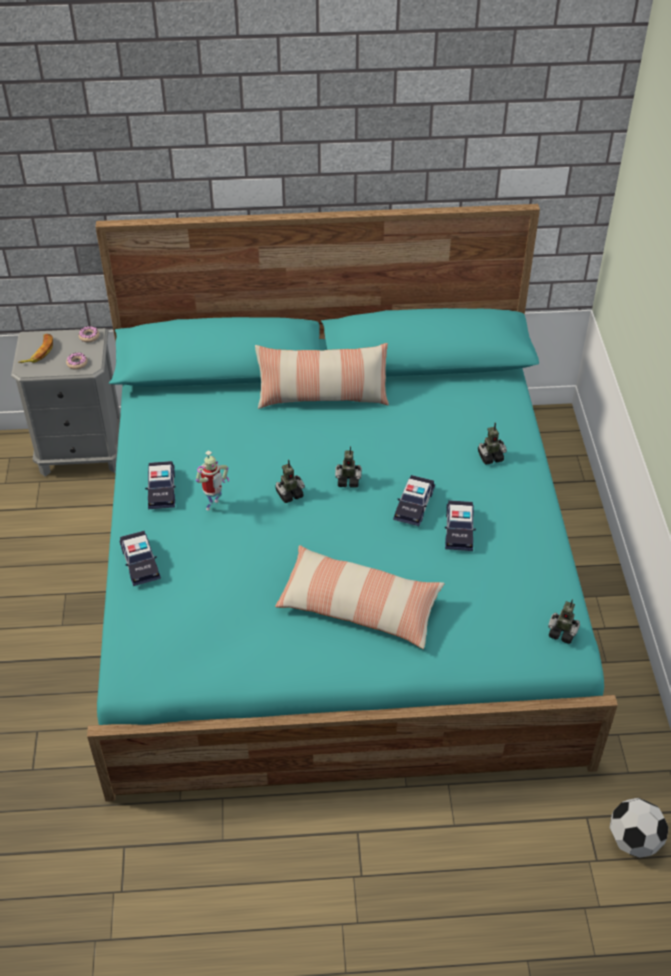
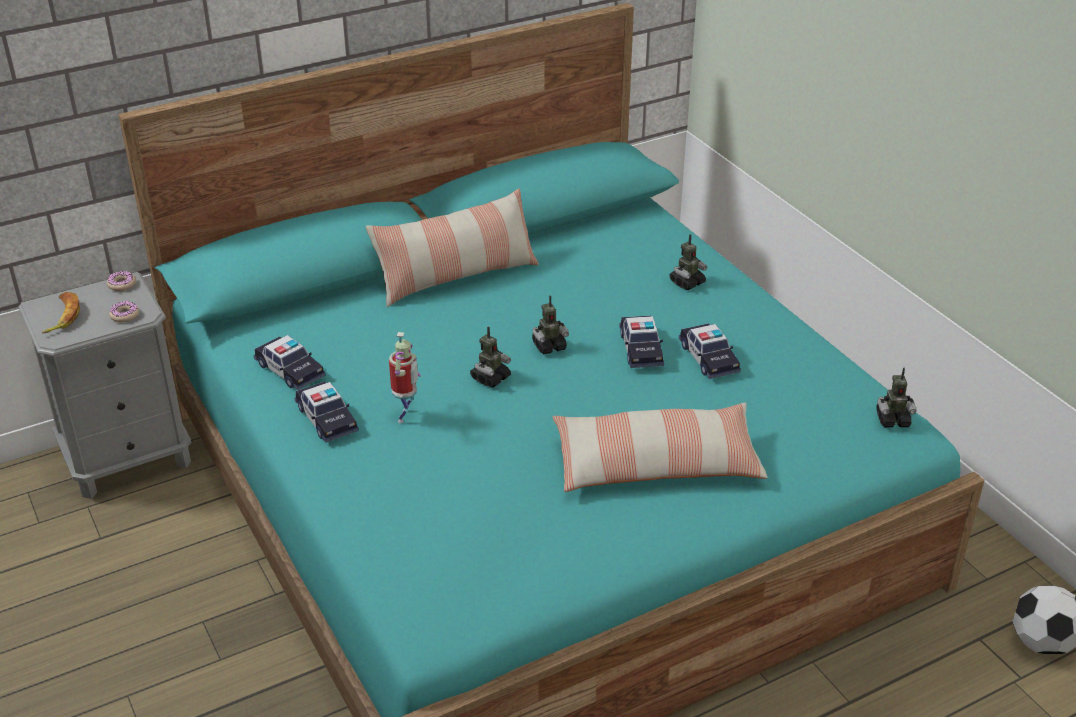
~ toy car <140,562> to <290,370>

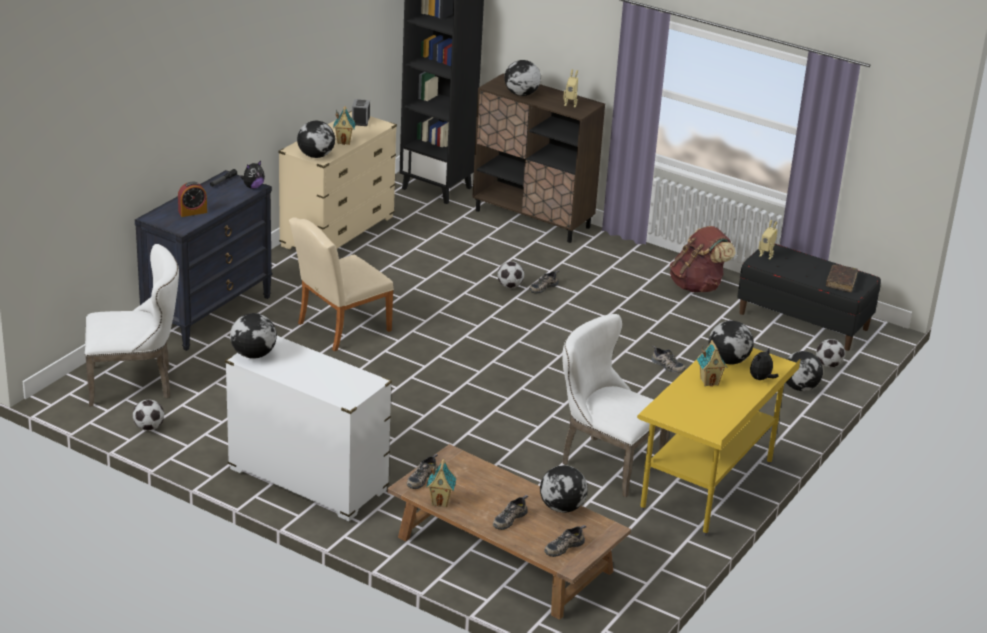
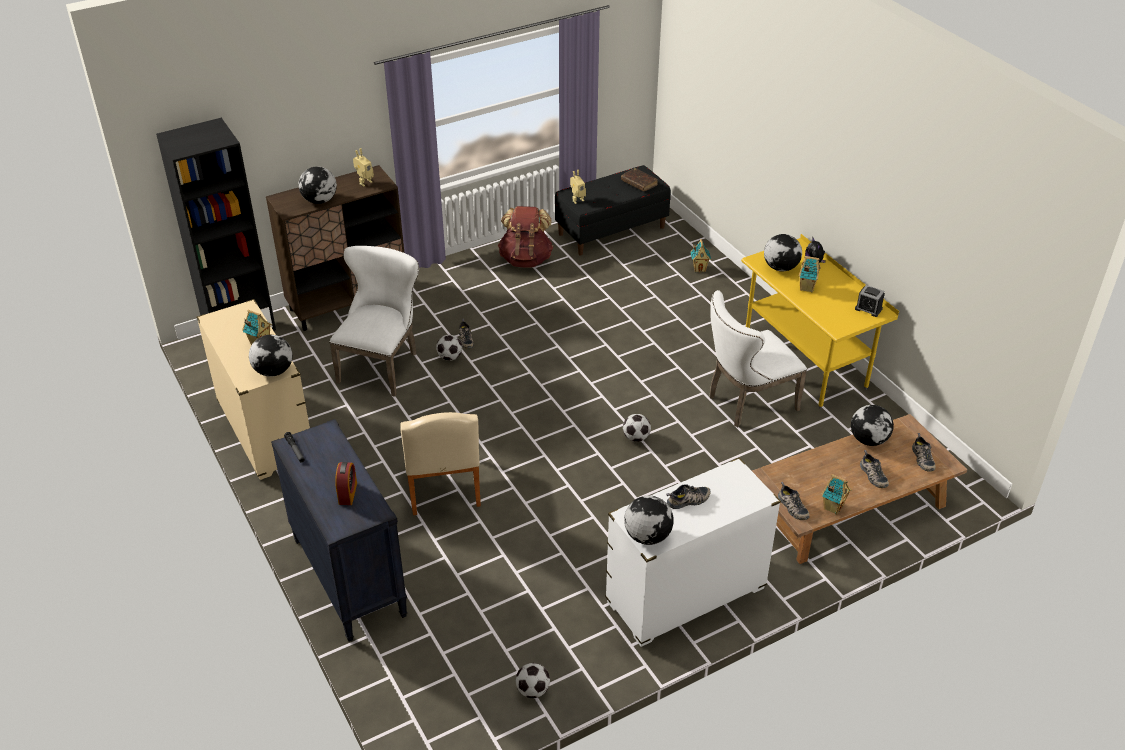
~ alarm clock <360,121> to <868,309>
- plush toy <253,187>
~ white-coloured plain chair <136,384> to <382,365>
~ football ball <828,365> to <636,438>
~ low shoe <666,365> to <688,501>
~ desk globe <800,387> to miniature house <699,268>

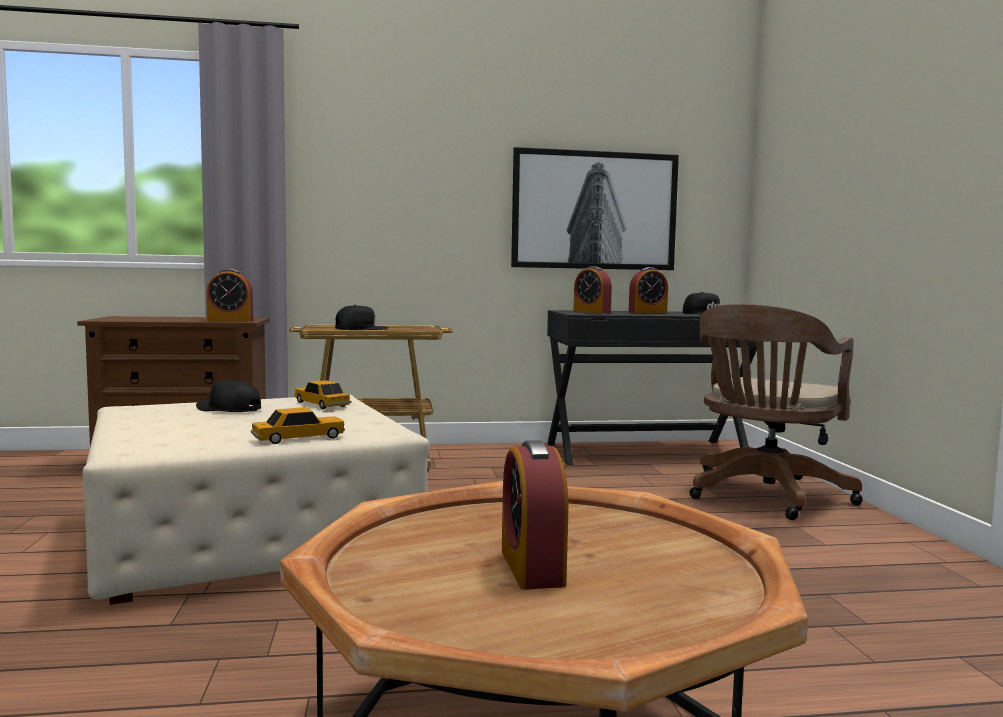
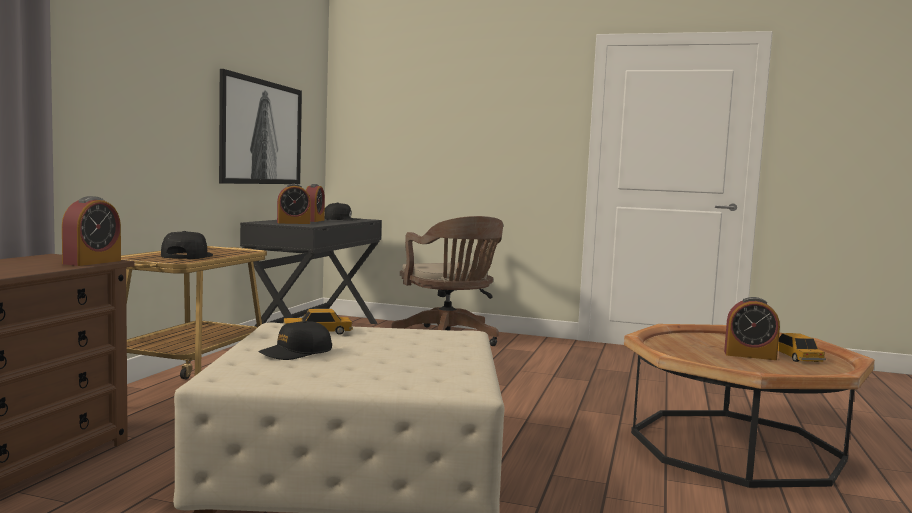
~ toy car <299,438> to <793,356>

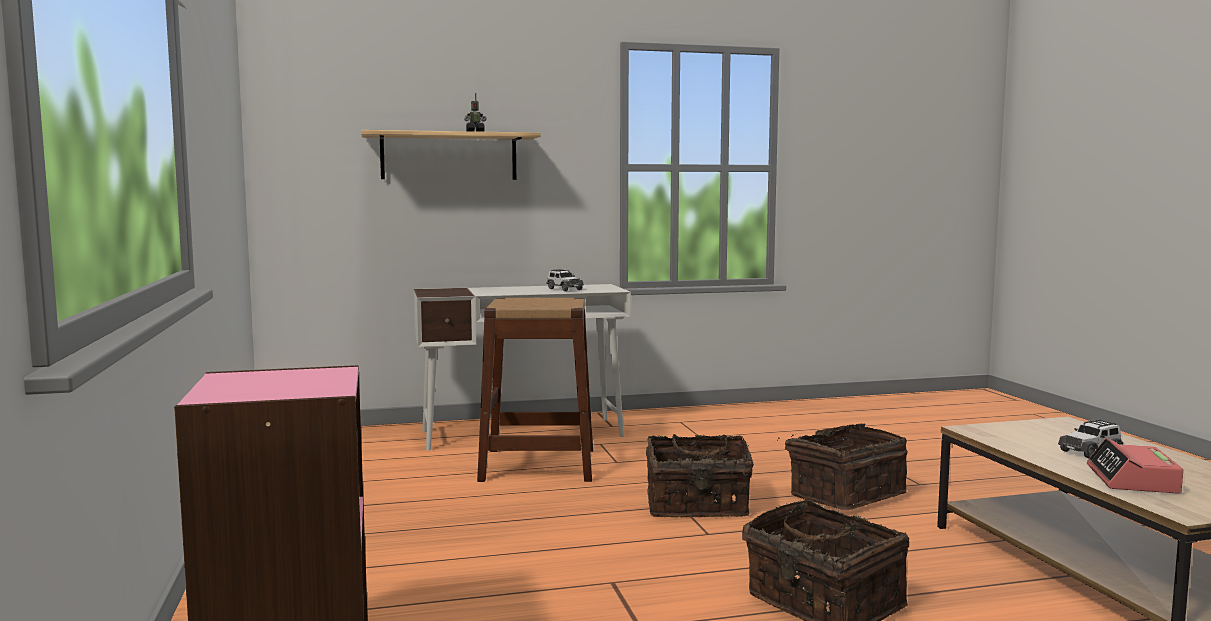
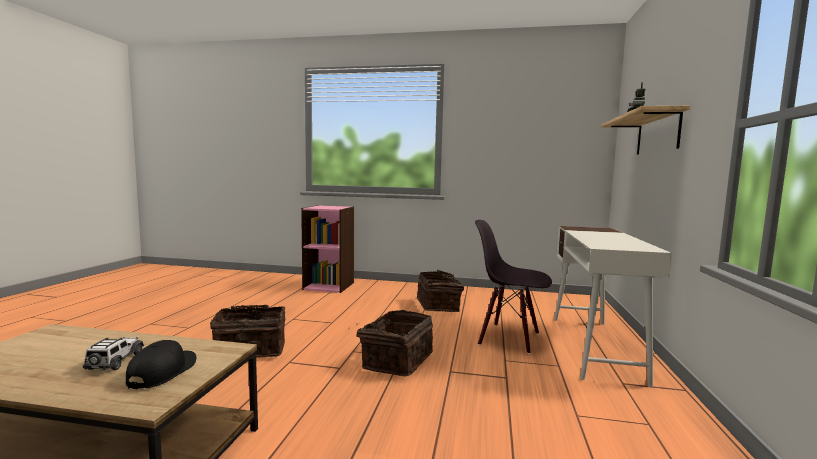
- toy car <564,289>
~ brown sitting stool <538,465> to black plain chair <509,338>
~ household basket <844,495> to <439,305>
- alarm clock <1132,480>
+ black baseball cap <163,372>

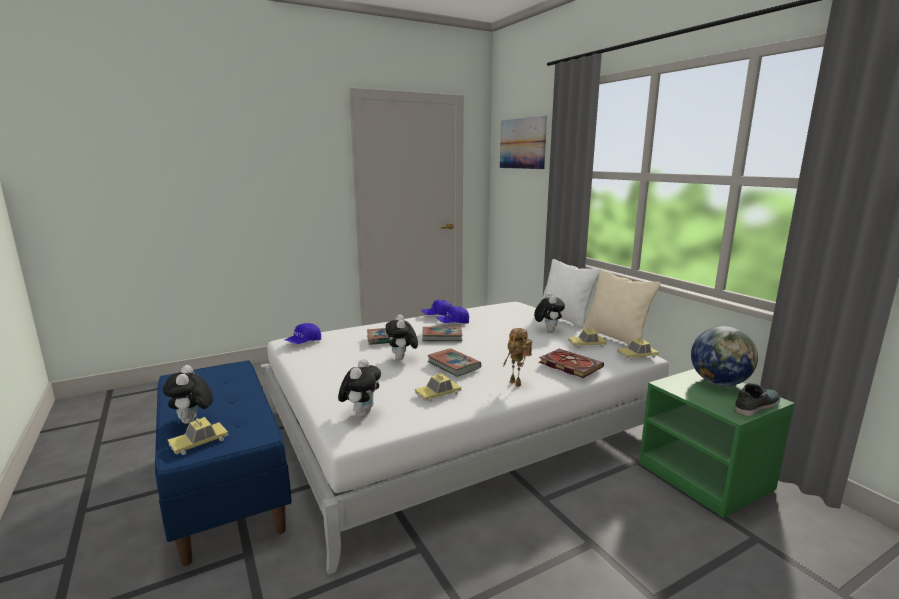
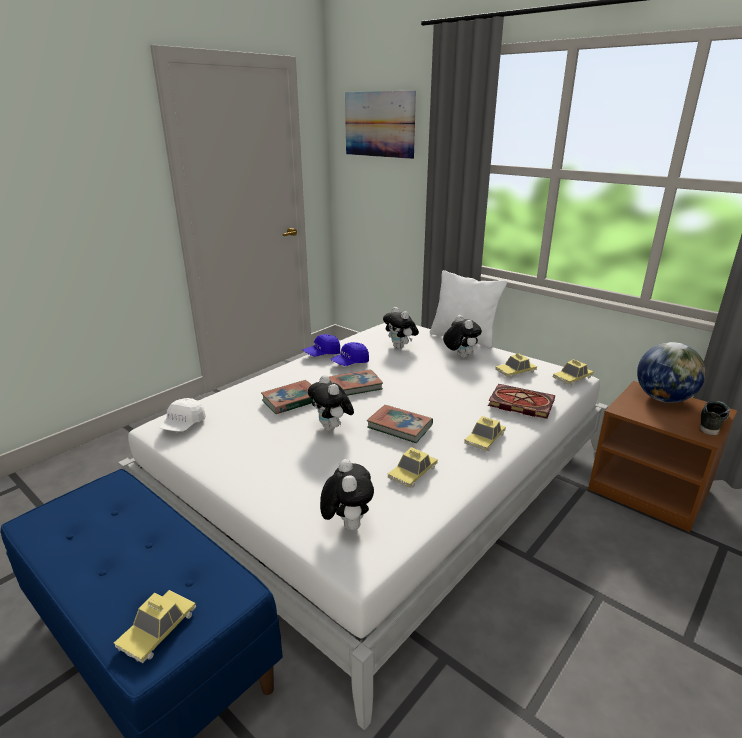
- beige throw pillow <615,337>
~ blue baseball cap <303,342> to white-coloured baseball cap <183,425>
~ robot figure <517,383> to toy car <484,439>
~ plush toy <192,421> to <400,347>
~ green bedside table <706,477> to brown bedside table <650,490>

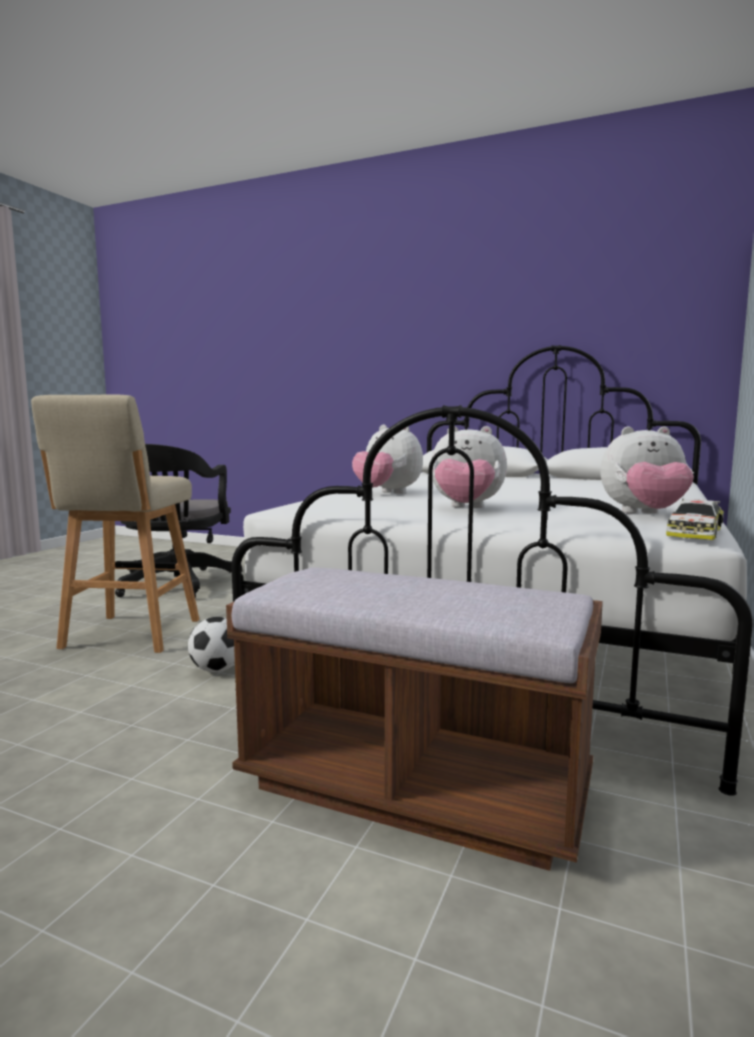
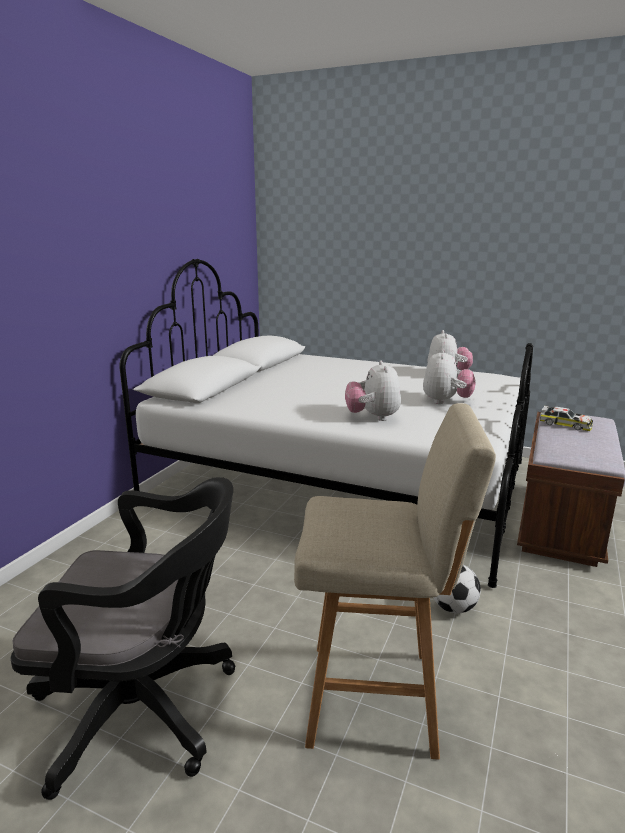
~ plush toy <387,493> = <373,417> 135 degrees clockwise
~ toy car <694,532> to <565,424>

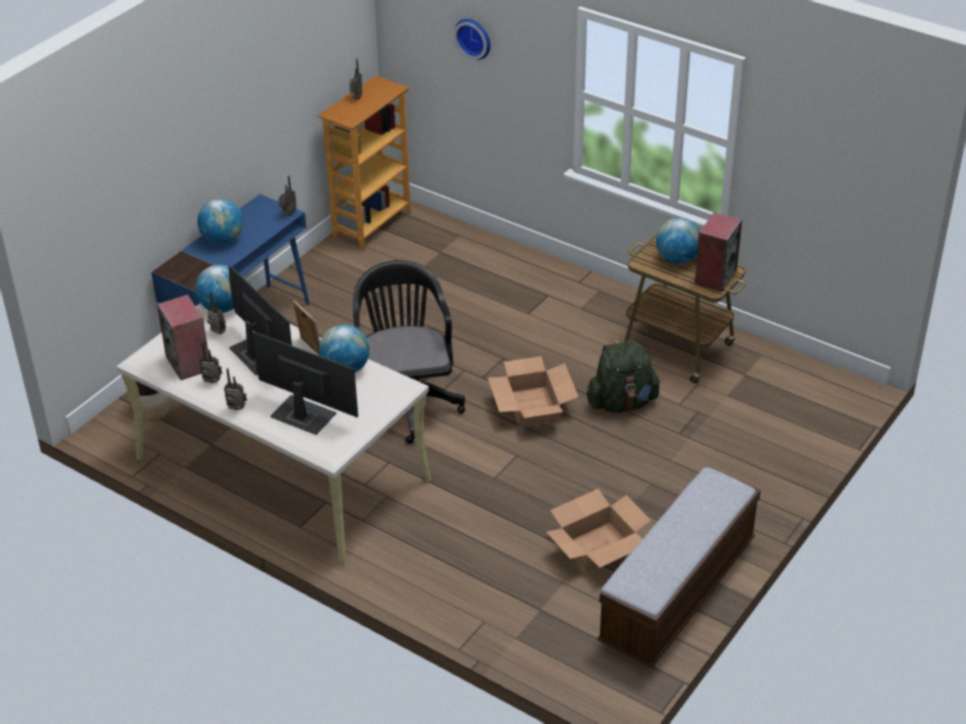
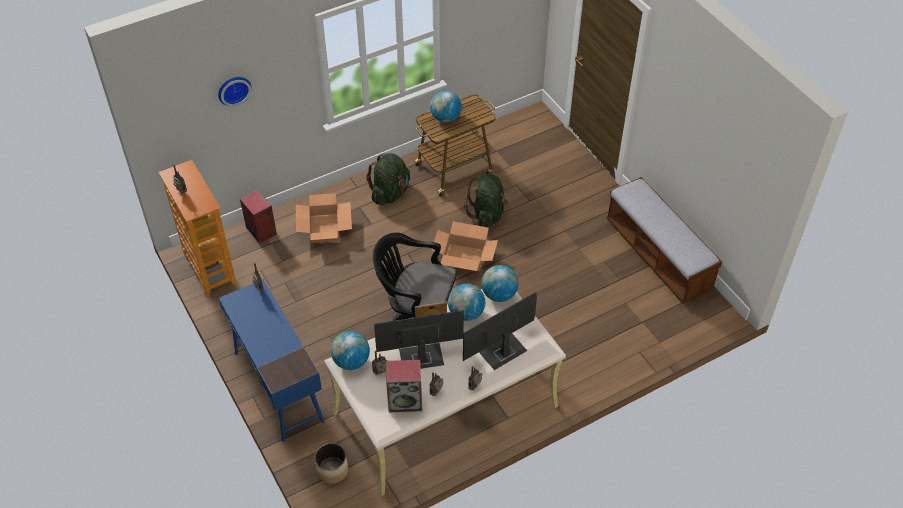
~ desk globe <222,240> to <499,294>
~ loudspeaker <715,276> to <260,230>
~ packing box <598,547> to <325,228>
+ green backpack <390,193>

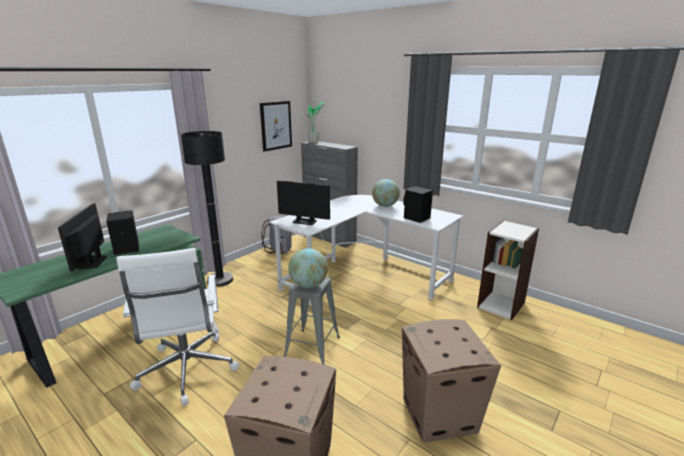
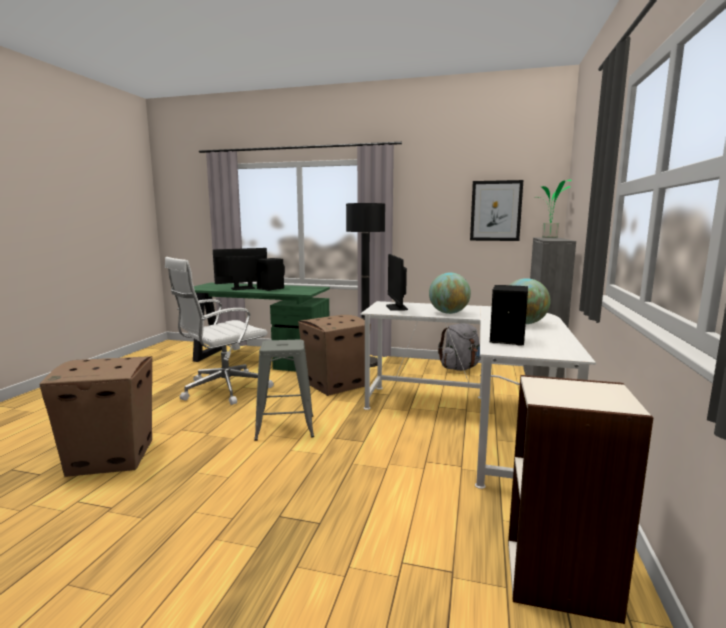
~ desk globe <309,285> to <449,313>
~ packing box <439,415> to <333,385>

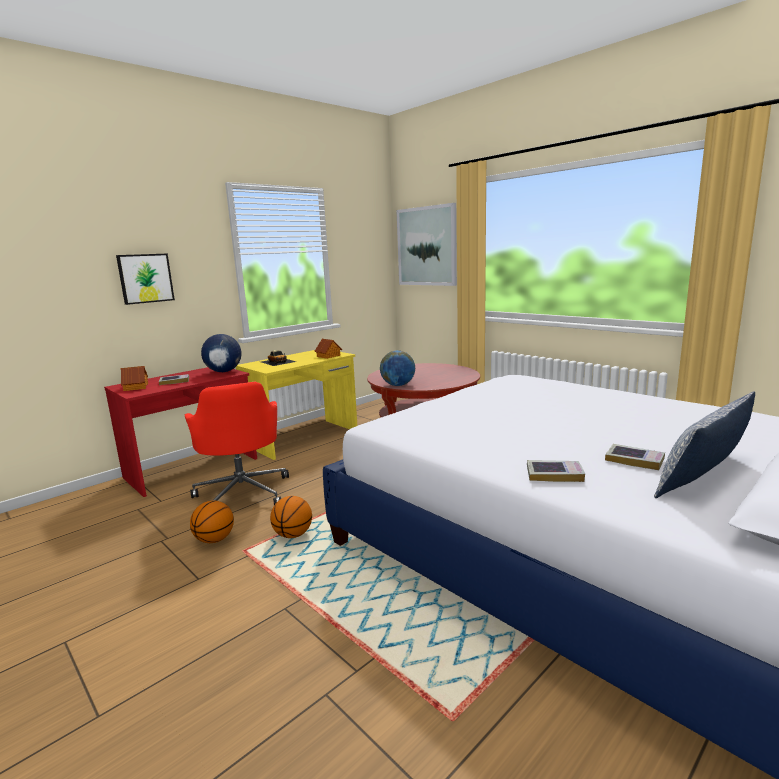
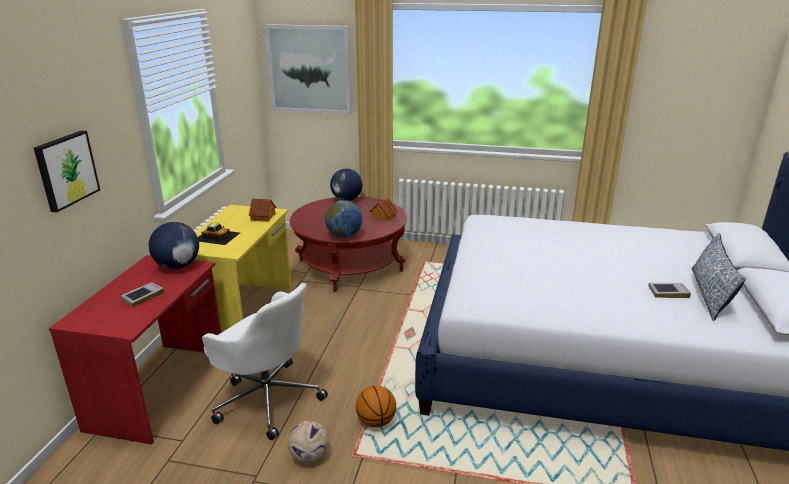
~ miniature house <135,387> to <383,216>
~ red computer chair <243,493> to white-coloured computer chair <267,398>
- bound book <554,474>
~ ball for basketball <214,540> to football ball <309,457>
+ desk globe <347,199>

